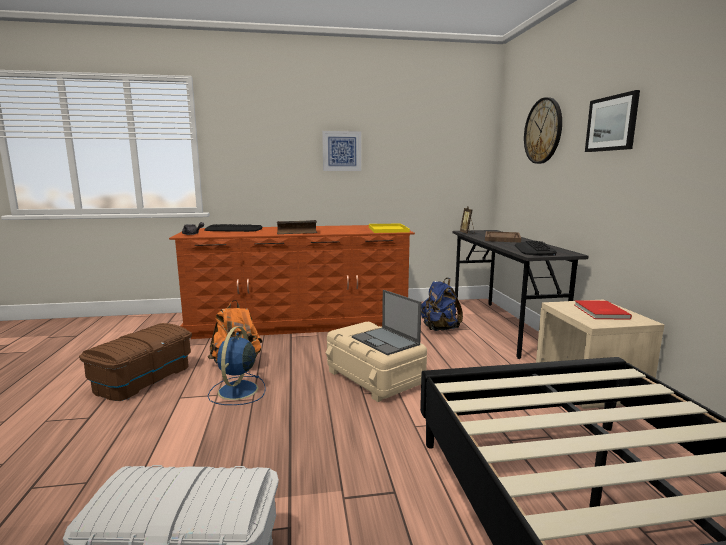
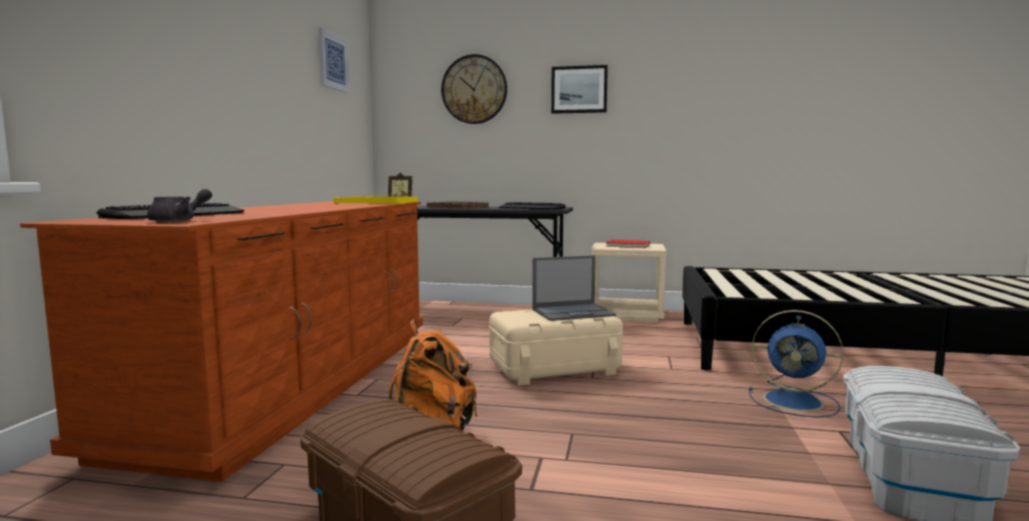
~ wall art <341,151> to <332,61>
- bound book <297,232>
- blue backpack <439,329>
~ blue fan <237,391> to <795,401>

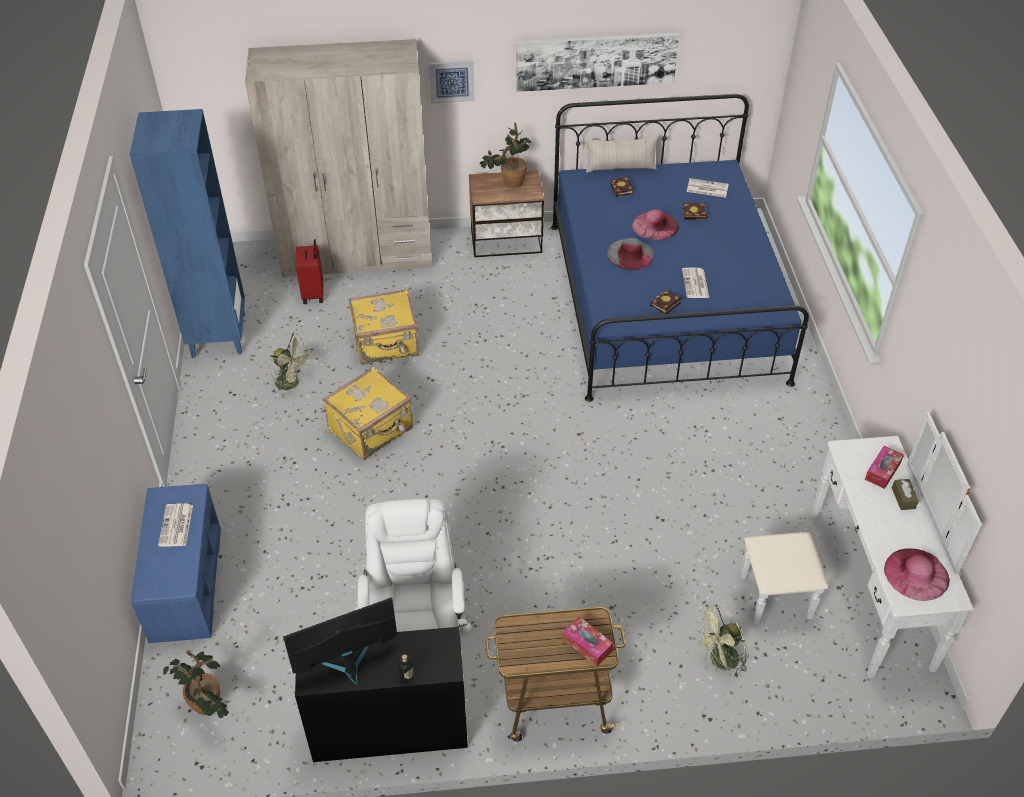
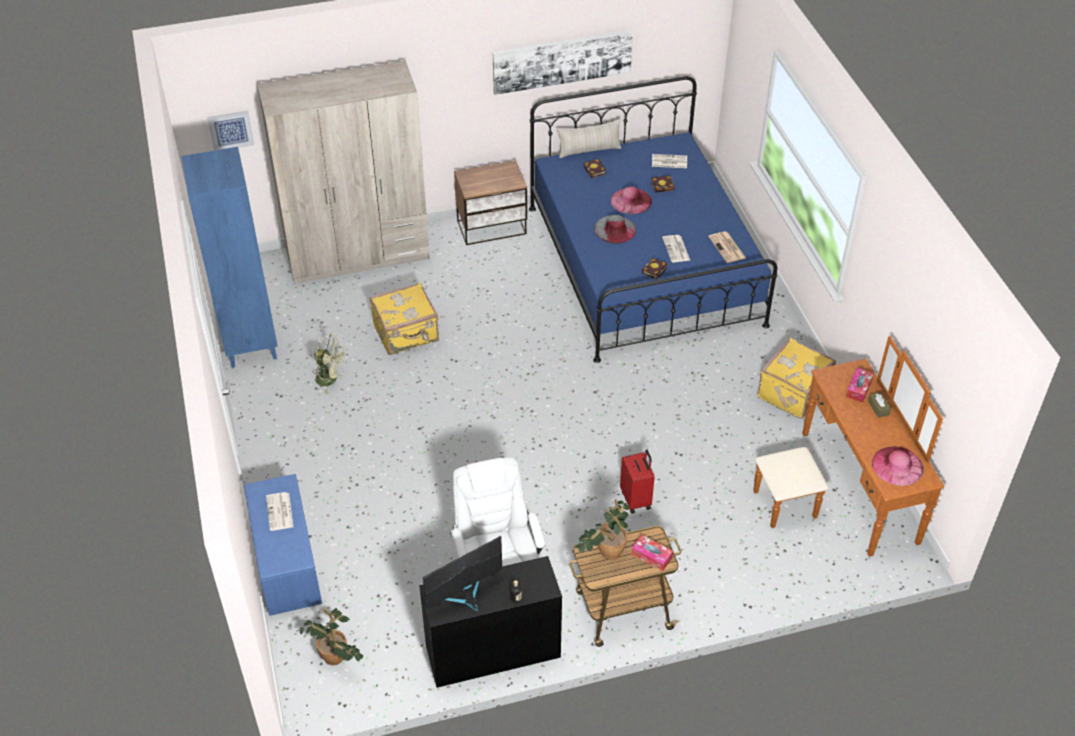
~ wall art <452,81> to <230,130>
~ potted plant <509,183> to <605,553>
~ red suitcase <314,294> to <636,499>
~ yellow suitcase <372,430> to <794,393>
~ white-coloured dresser <848,591> to brown dresser <842,491>
- green fan <719,661>
+ printed paper <727,248>

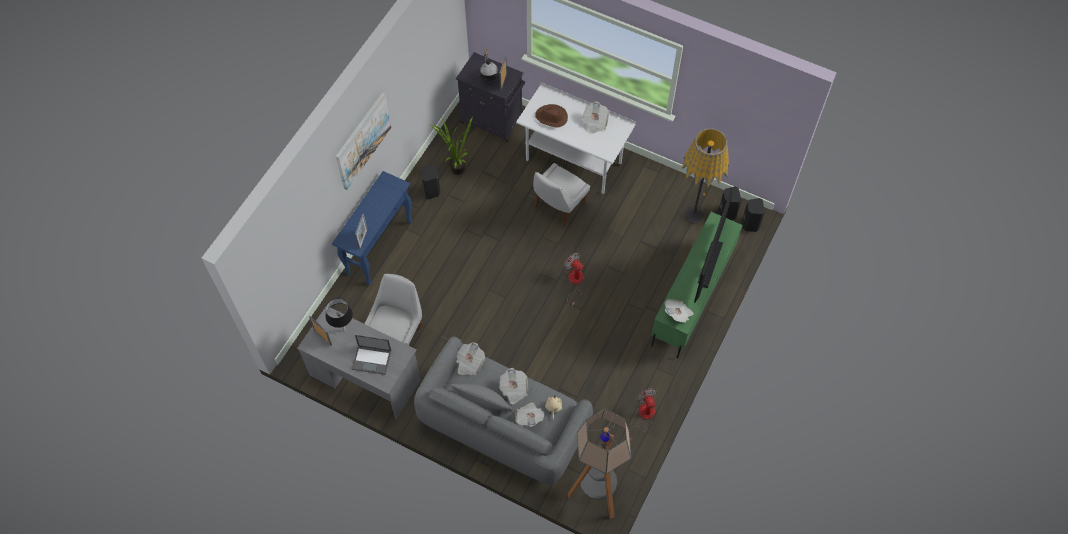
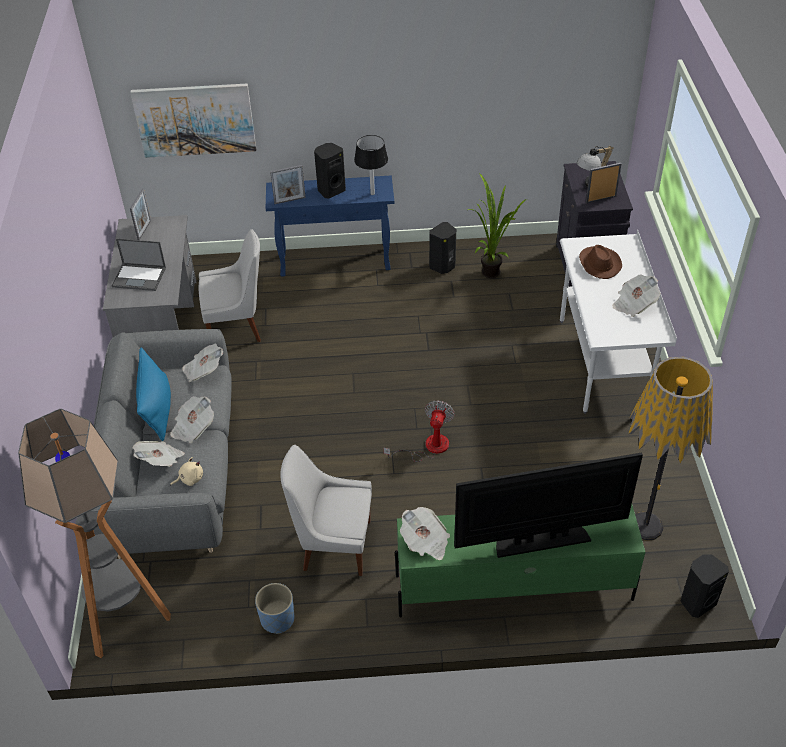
~ wall art <362,140> to <195,120>
~ white-coloured plain chair <558,207> to <333,545>
~ black loudspeaker <726,213> to <330,190>
~ black tabletop lamp <343,330> to <372,193>
~ notebook computer <372,360> = <140,277> 60 degrees counterclockwise
~ grey throw pillow <483,402> to blue throw pillow <157,408>
~ fan <643,416> to blue planter <277,619>

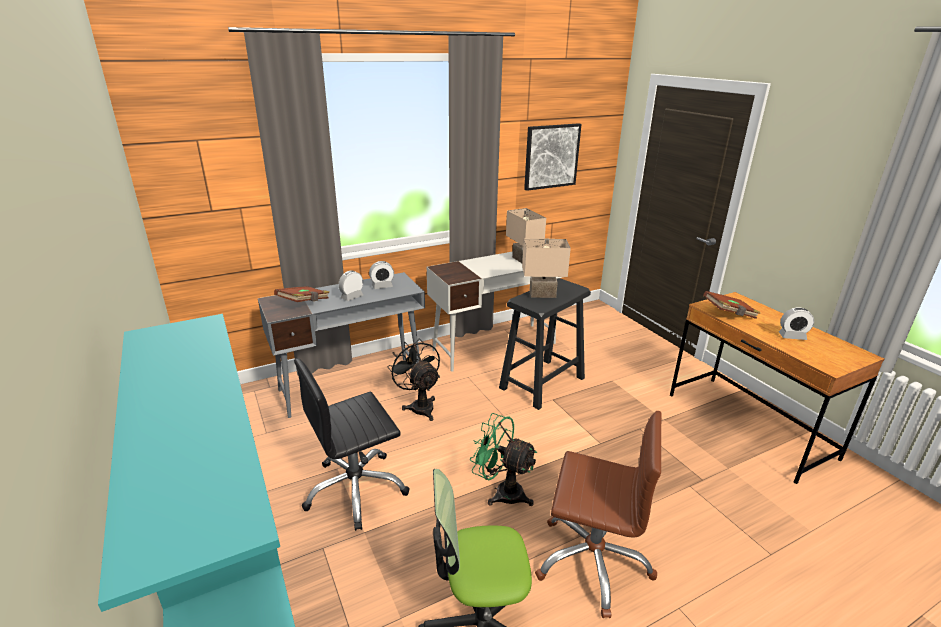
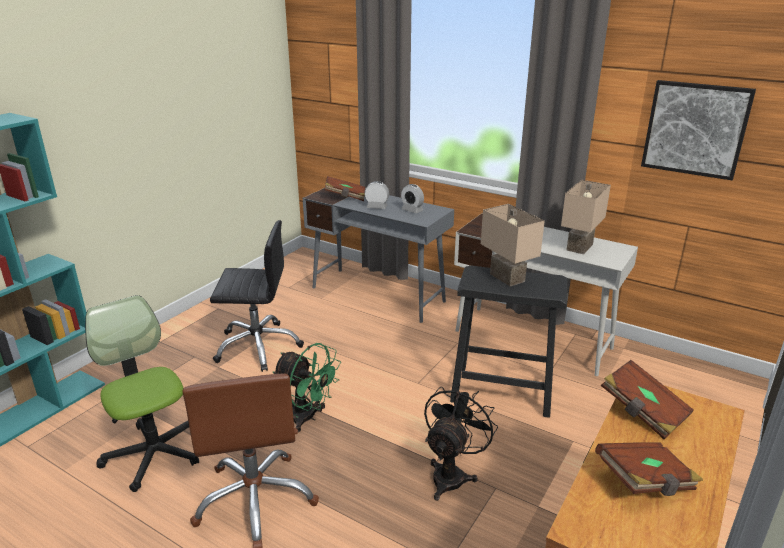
~ alarm clock <792,336> to brown bound book <645,482>
~ black fan <419,406> to <452,474>
~ black computer chair <356,490> = <258,346> 150 degrees clockwise
~ green fan <502,492> = <308,417> 120 degrees clockwise

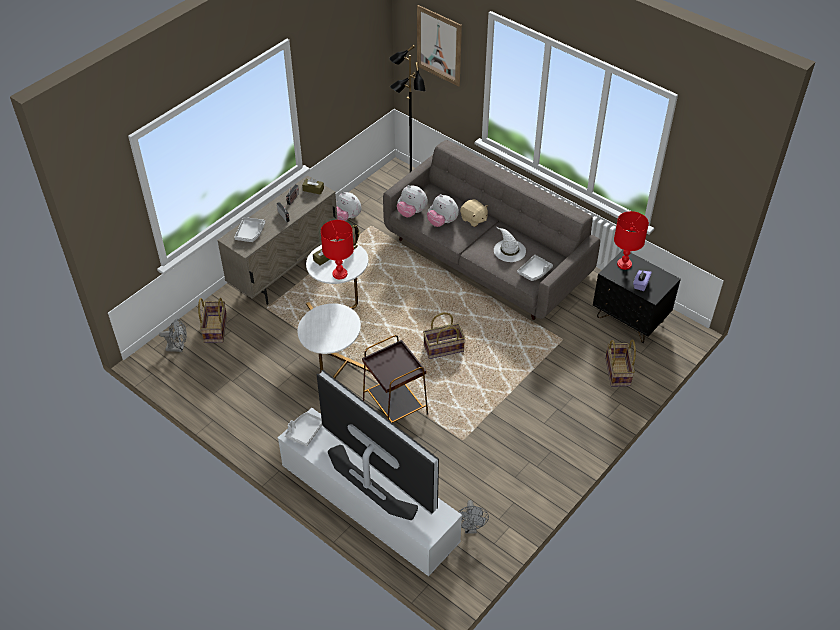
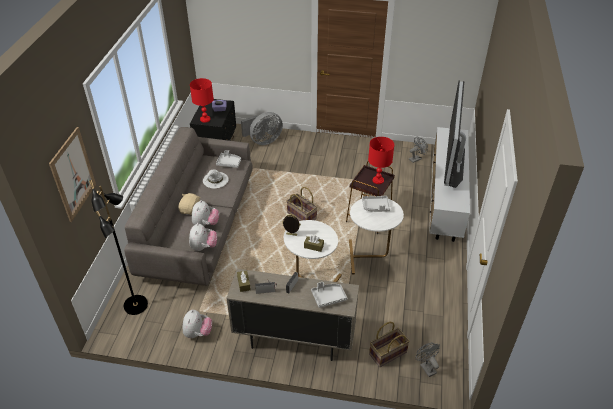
~ red tabletop lamp <339,273> to <378,180>
~ household basket <618,372> to grey fan <263,141>
~ grey serving tray <304,431> to <375,207>

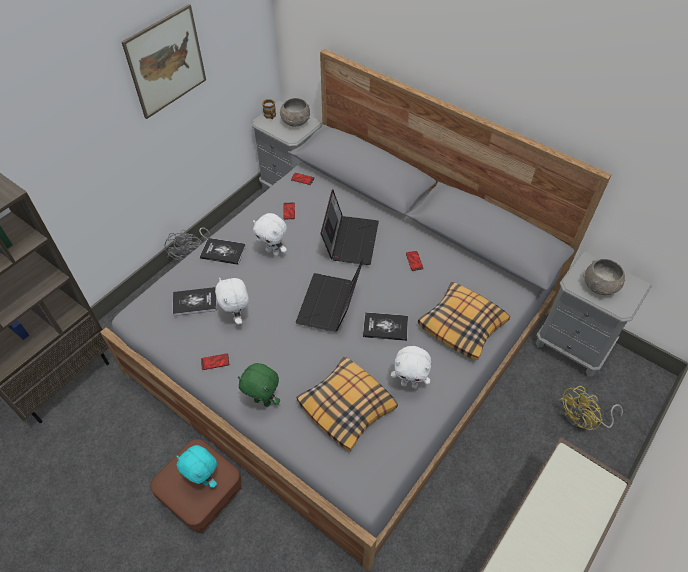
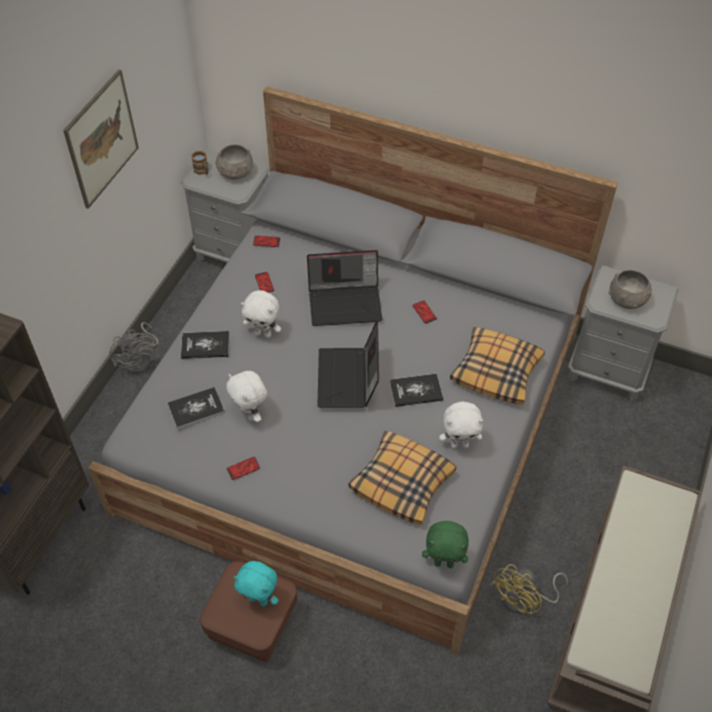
~ notebook computer <350,239> = <346,302> 90 degrees clockwise
~ green plush toy <263,401> to <444,563>
~ yellow fan <583,420> to <524,600>

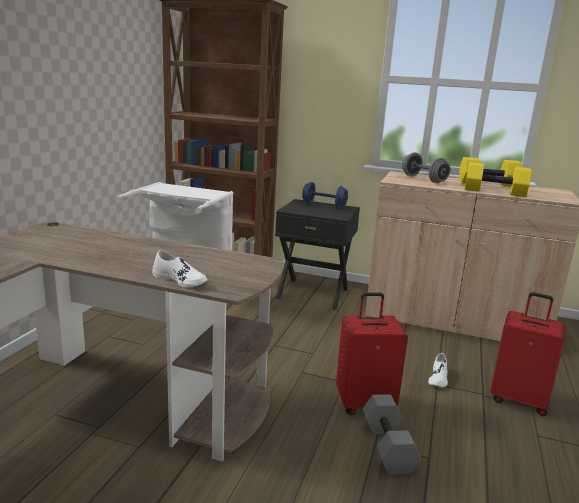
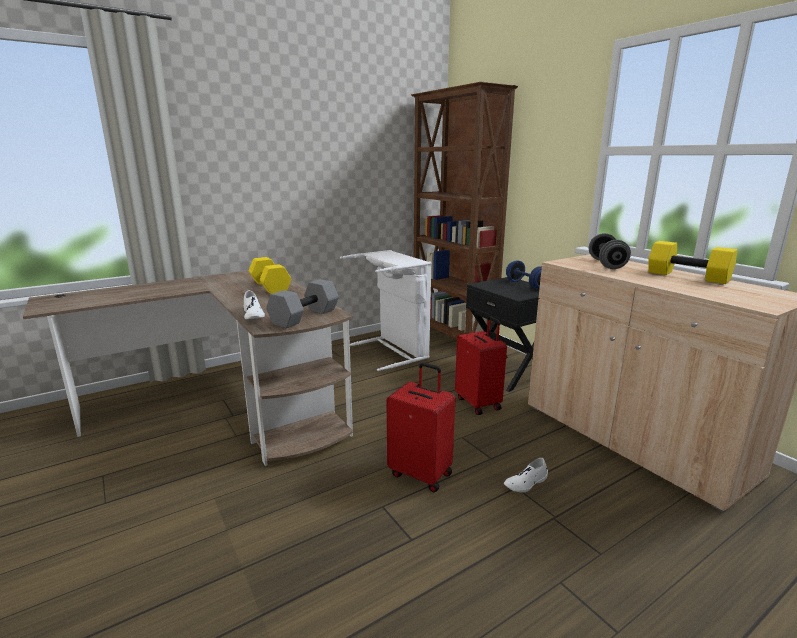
~ yellow hand weight <494,192> to <269,287>
~ red suitcase <518,399> to <479,403>
~ grey hand weight <389,447> to <305,317>

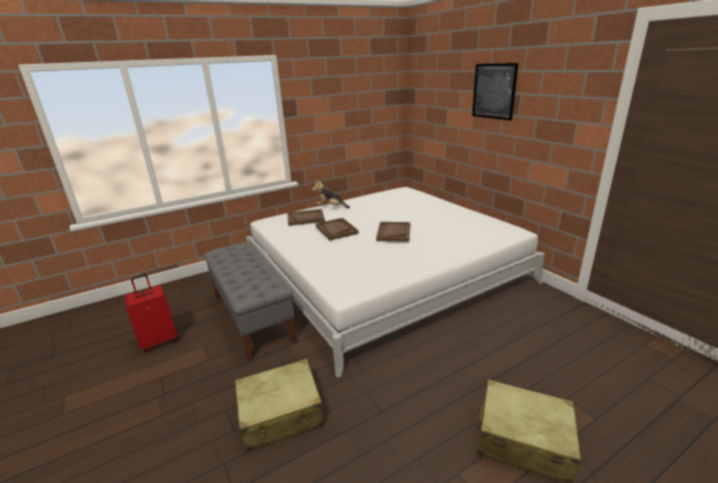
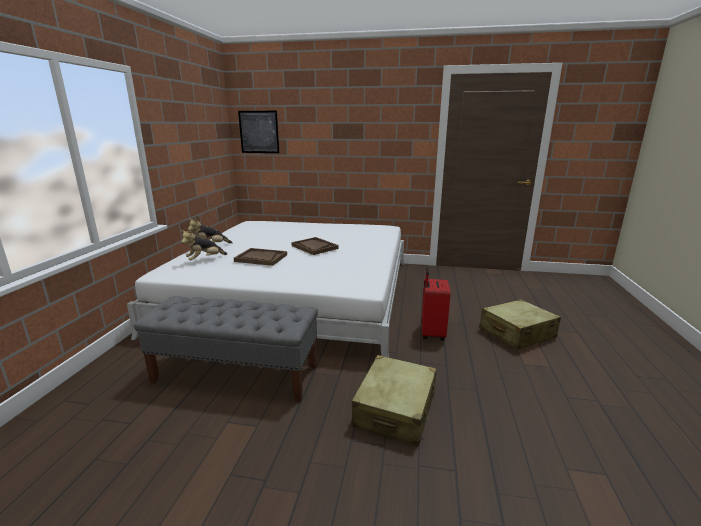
~ wall art <493,91> to <259,132>
~ brown serving tray <306,218> to plush toy <205,260>
~ red suitcase <159,341> to <431,333>

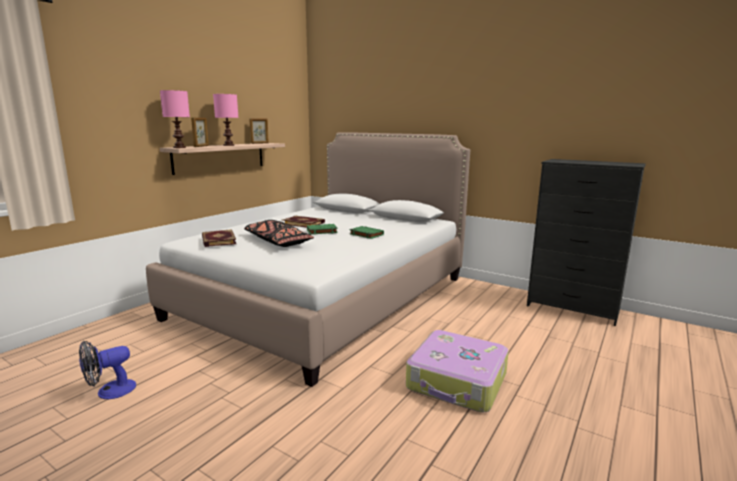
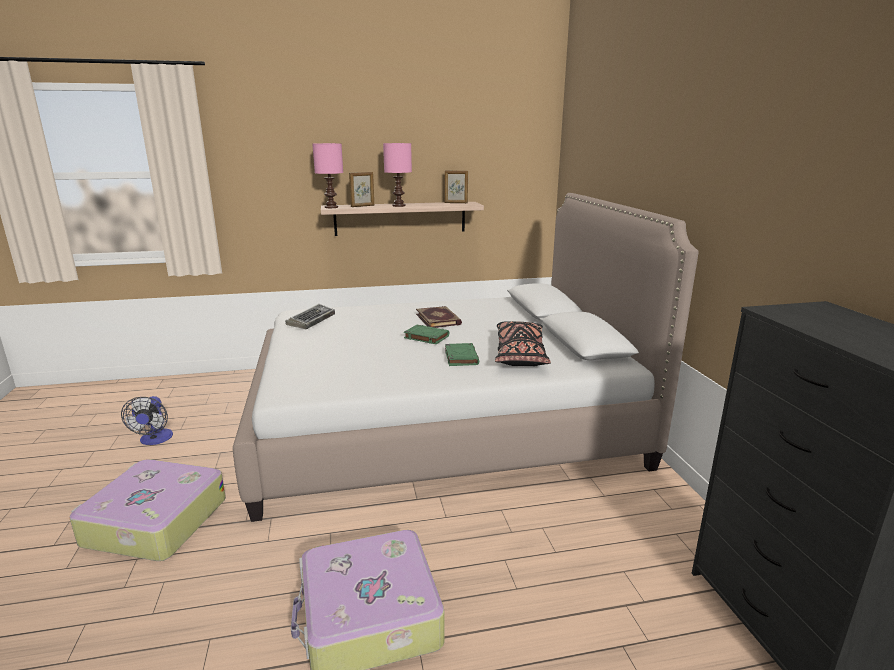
~ black throw pillow <277,242> to <520,354>
~ bound book <218,240> to keyboard <311,320>
~ fan <109,392> = <155,440> 105 degrees counterclockwise
+ suitcase <154,522>

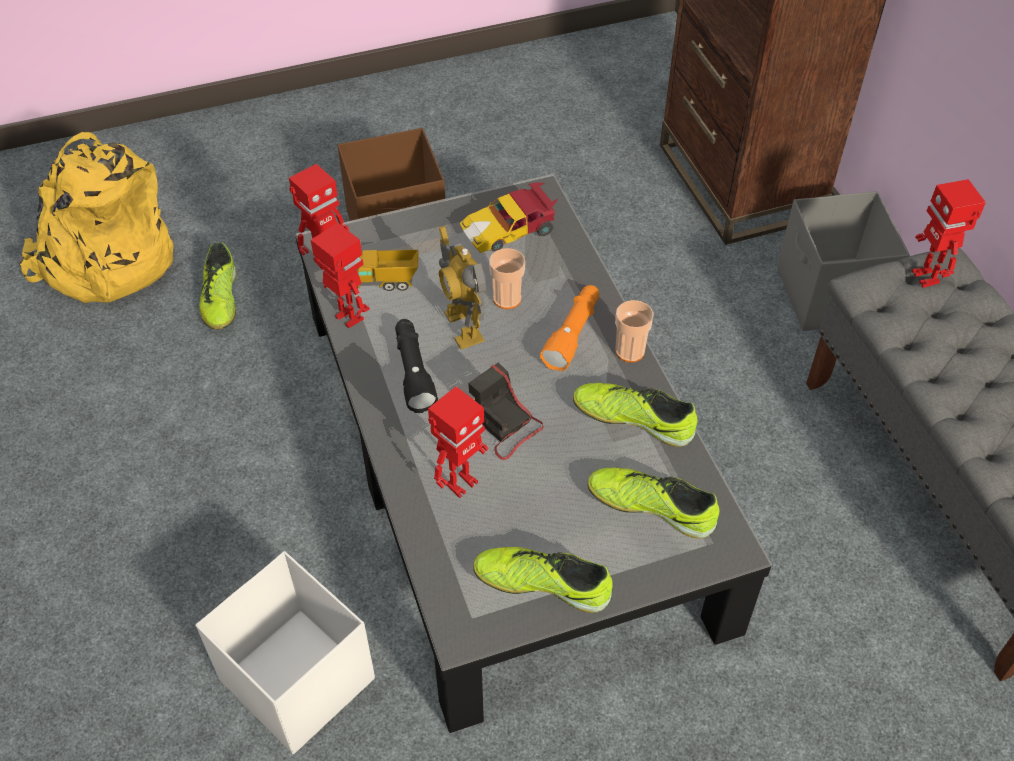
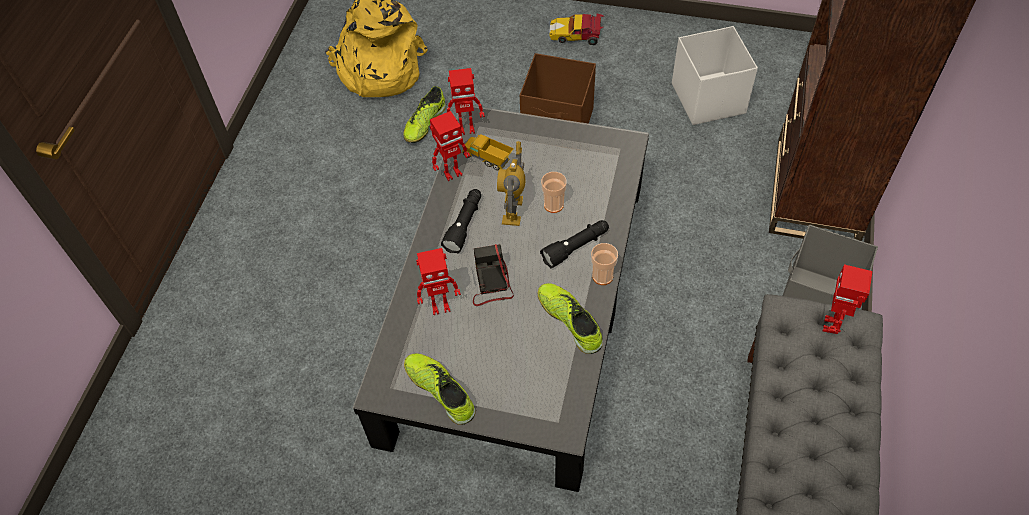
~ toy car <510,230> to <577,35>
~ robot figure <348,318> = <452,173> 75 degrees clockwise
~ orangey flashlight <573,334> to black flashlight <576,247>
- low shoe <651,507>
~ white-coloured storage bin <297,678> to <708,98>

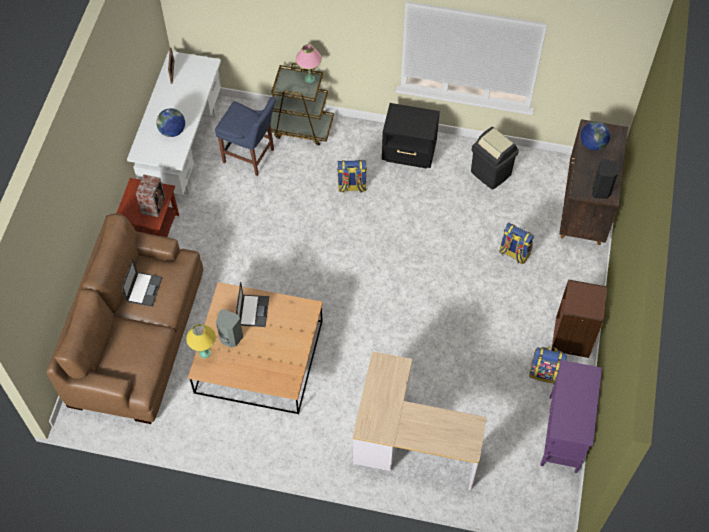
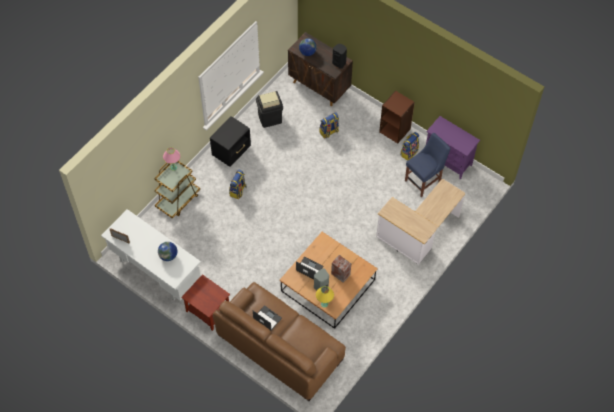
~ blue plain chair <250,157> to <424,181>
~ loudspeaker <154,205> to <340,273>

